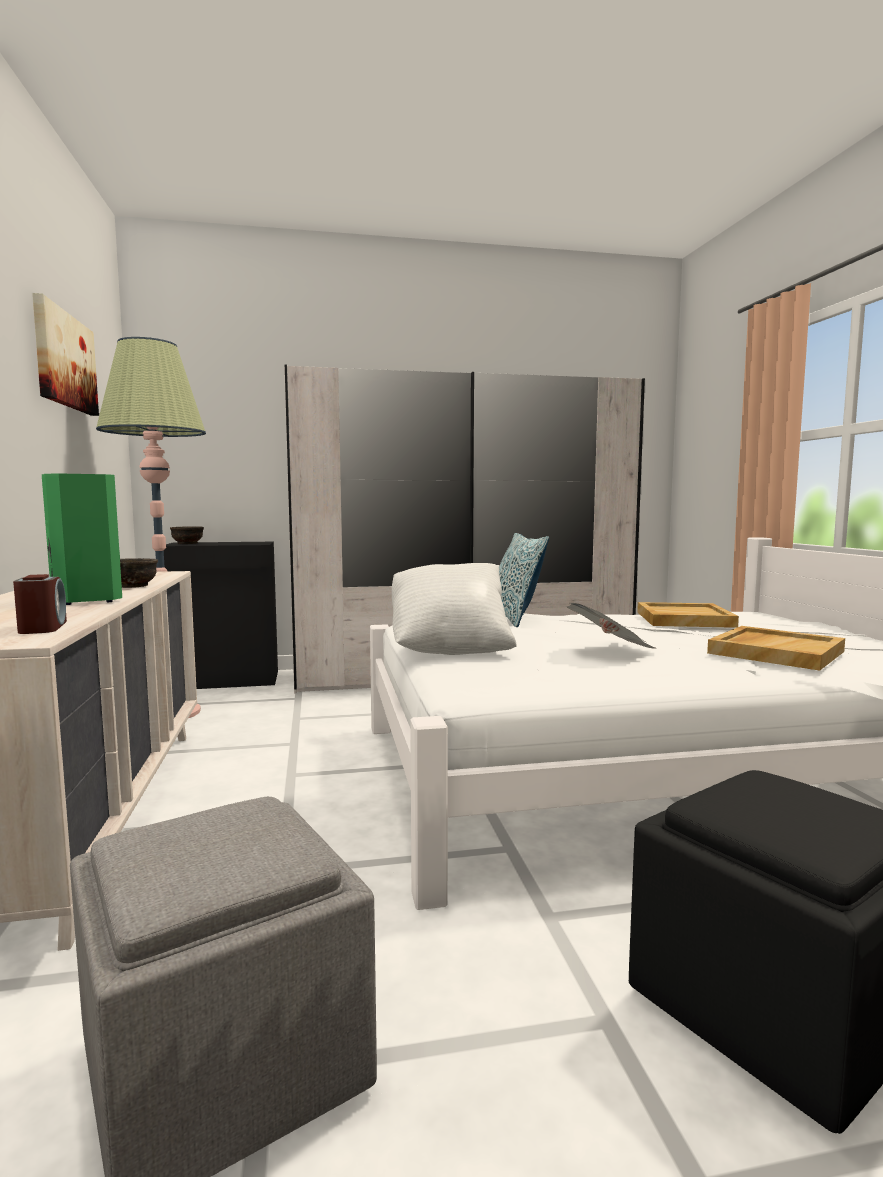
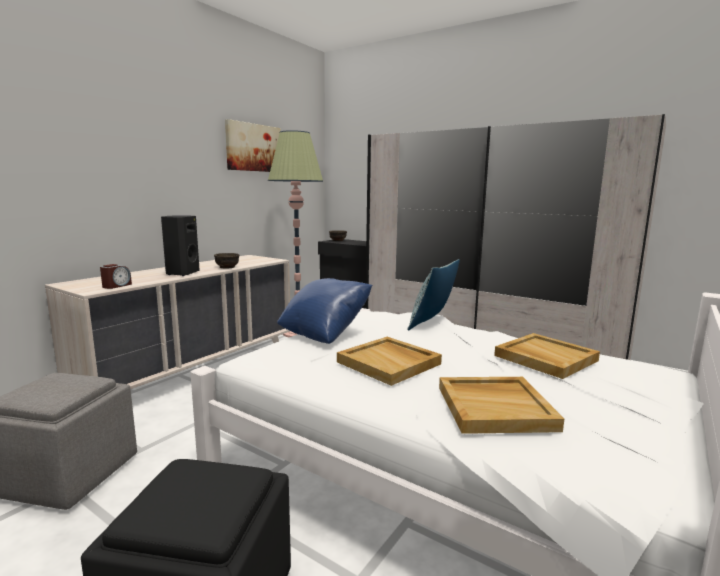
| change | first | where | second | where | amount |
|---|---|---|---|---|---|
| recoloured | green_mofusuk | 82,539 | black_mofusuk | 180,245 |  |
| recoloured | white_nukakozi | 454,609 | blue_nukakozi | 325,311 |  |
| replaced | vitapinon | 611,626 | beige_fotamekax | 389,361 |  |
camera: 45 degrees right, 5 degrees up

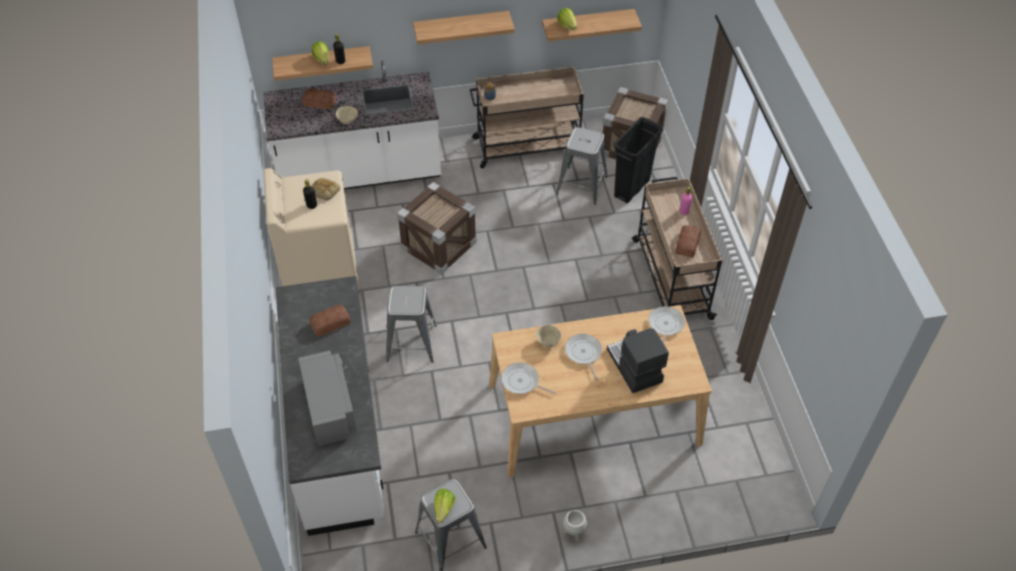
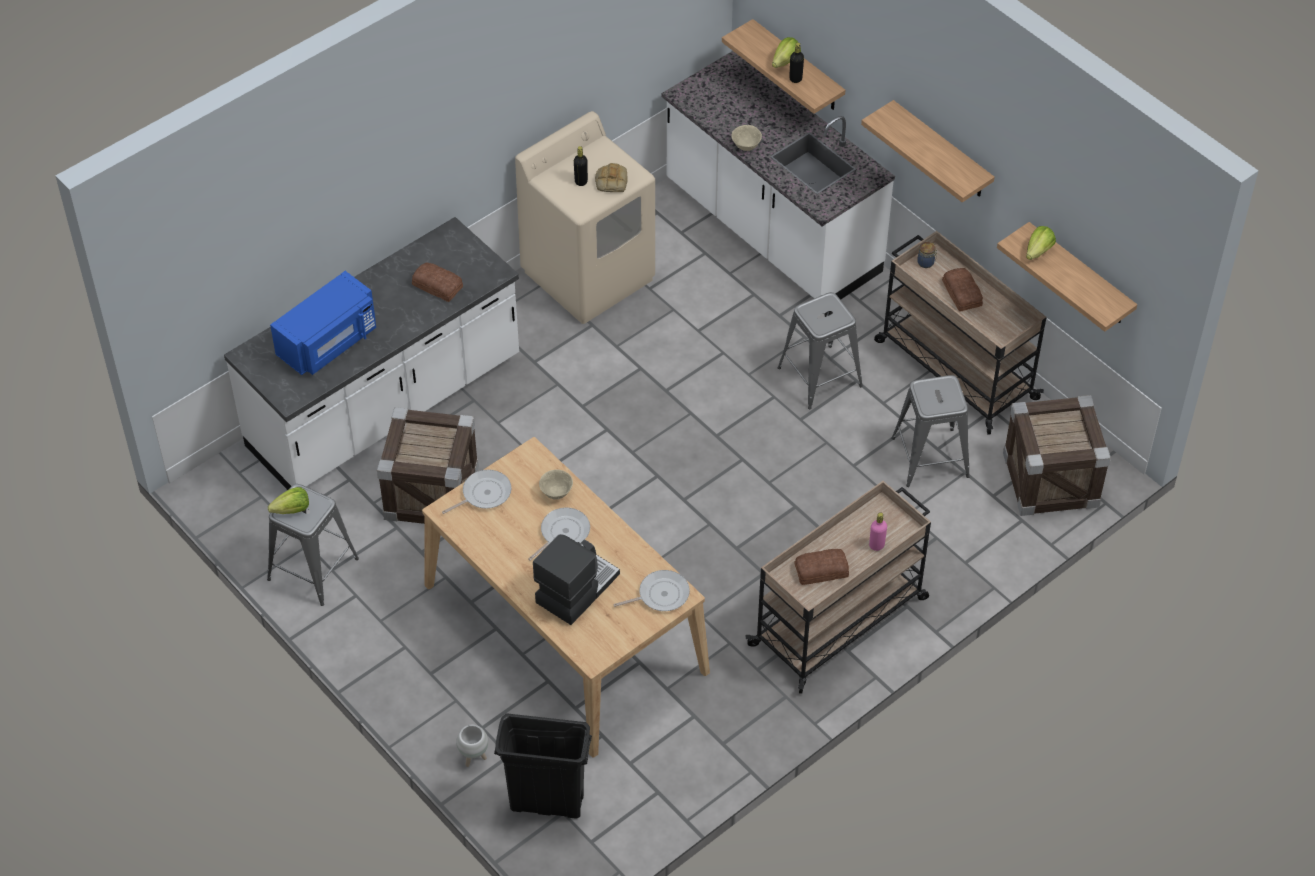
| change | first | where | second | where | amount |
|---|---|---|---|---|---|
| recoloured | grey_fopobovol | 327,398 | blue_fopobovol | 323,323 |  |
| moved | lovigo | 319,99 |  | 962,290 |  |
| moved | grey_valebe | 411,324 |  | 820,351 |  |
| moved | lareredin | 437,228 |  | 428,465 |  |
| turned | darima | 528,379 |  | 477,492 | 60 degrees clockwise |
| moved | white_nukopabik | 575,525 |  | 472,746 |  |
| moved | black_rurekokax | 638,160 |  | 543,766 |  |
camera: 60 degrees right, 0 degrees up

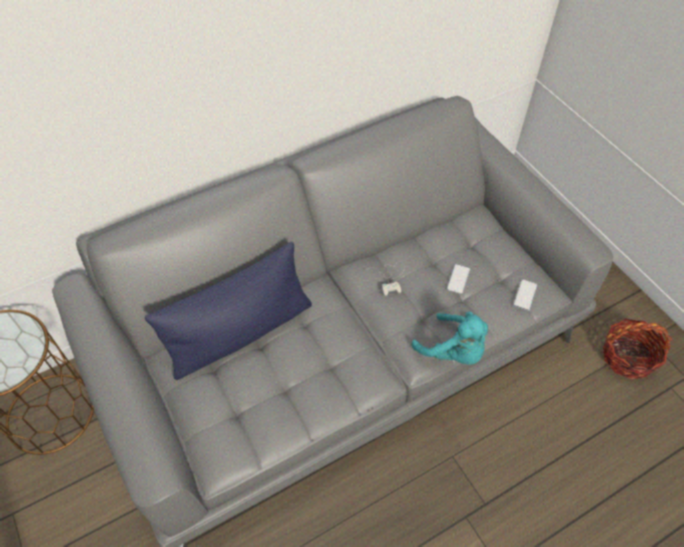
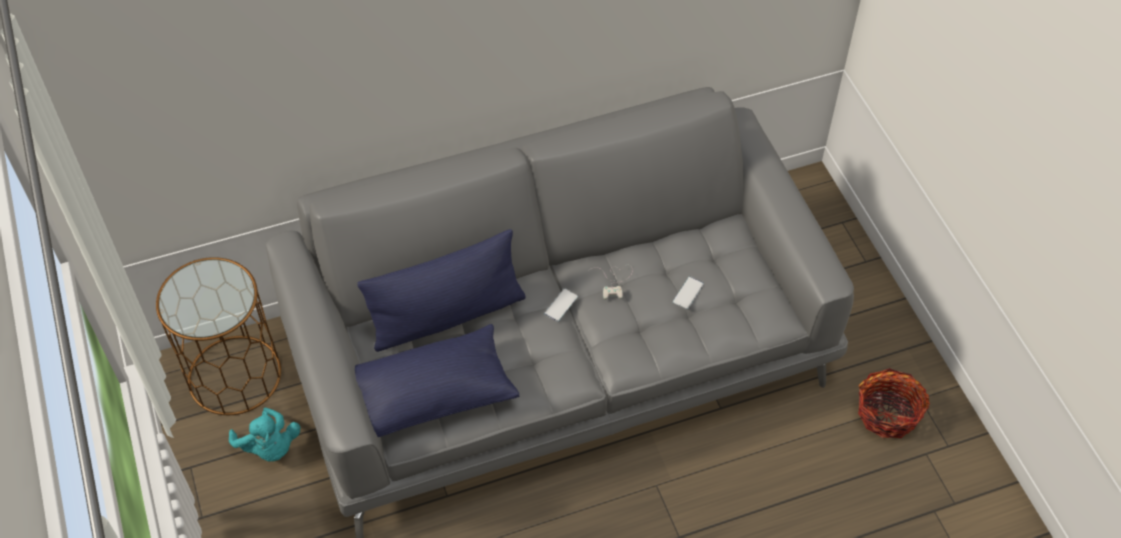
| change | first | where | second | where | amount |
|---|---|---|---|---|---|
| moved | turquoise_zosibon | 450,338 |  | 264,435 |  |
| moved | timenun | 525,295 |  | 561,305 |  |
| added |  |  | blue_nukakozi | 437,380 |  |
camera: 10 degrees right, 0 degrees up

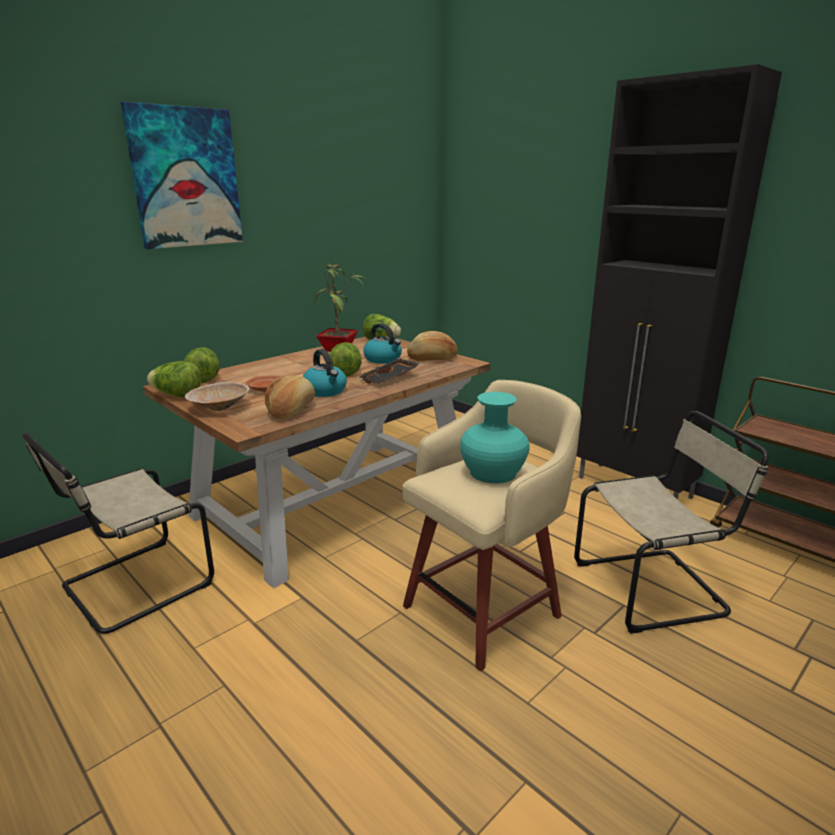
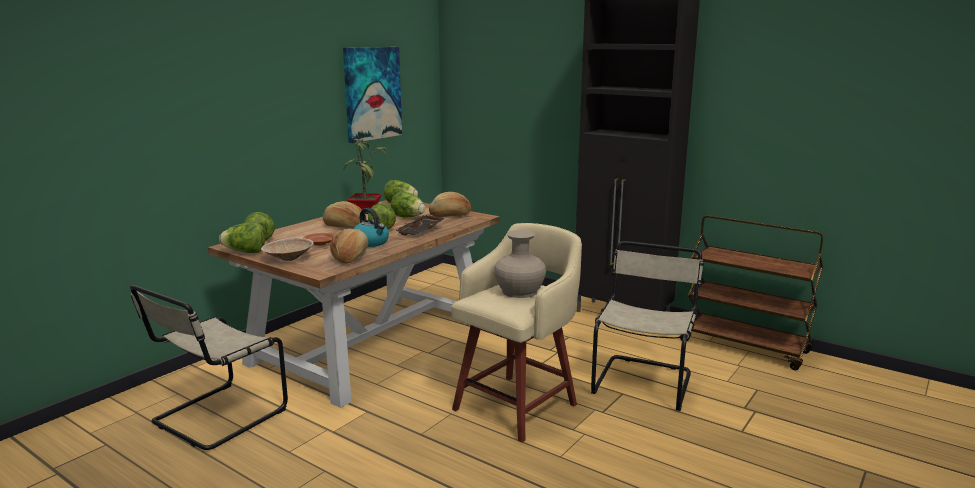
| change | first | where | second | where | amount |
|---|---|---|---|---|---|
| moved | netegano | 182,175 |  | 372,95 |  |
| replaced | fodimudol | 382,343 | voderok | 408,205 |  |
| recoloured | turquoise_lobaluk | 495,437 | beige_lobaluk | 520,264 |  |
| turned | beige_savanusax | 671,522 |  | 647,326 | 45 degrees counterclockwise |
| added |  |  | lovigo | 345,214 |  |
camera: 10 degrees left, 5 degrees down

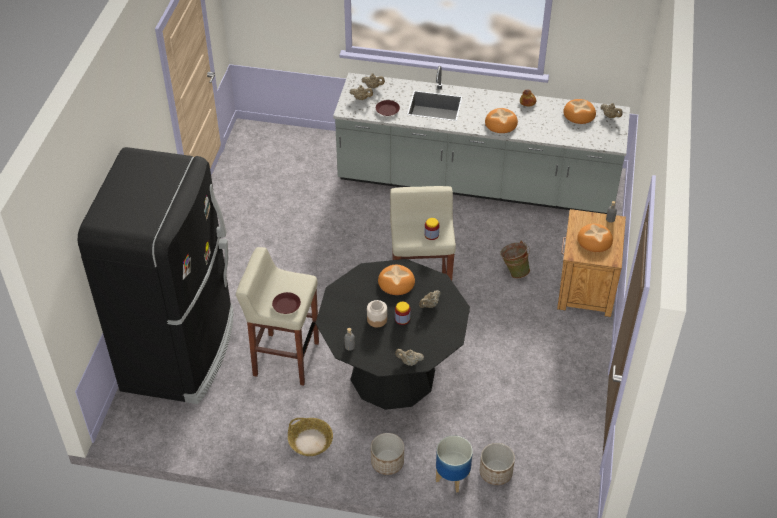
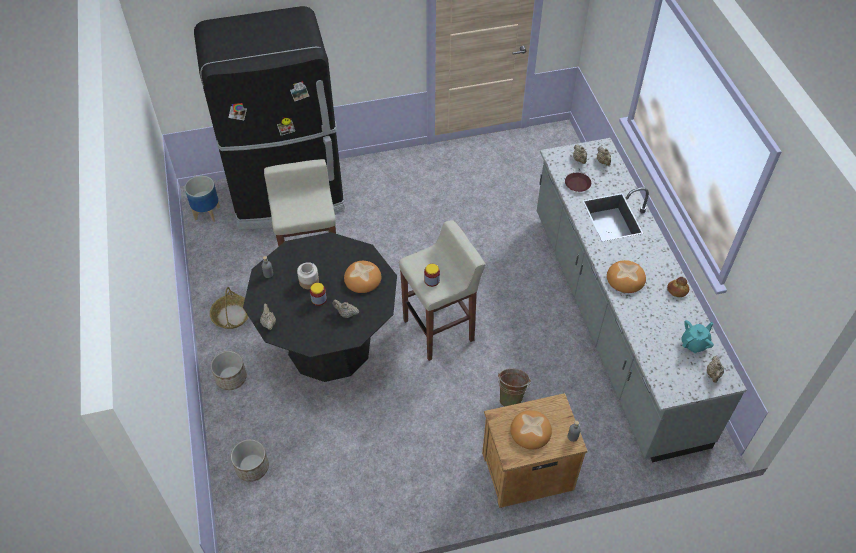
| change | first | where | second | where | amount |
|---|---|---|---|---|---|
| removed | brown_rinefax | 286,303 |  |  |  |
| moved | nukopabik | 454,464 |  | 202,199 |  |
| replaced | lovigo | 579,111 | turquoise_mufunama | 697,336 |  |
camera: 65 degrees right, 5 degrees up

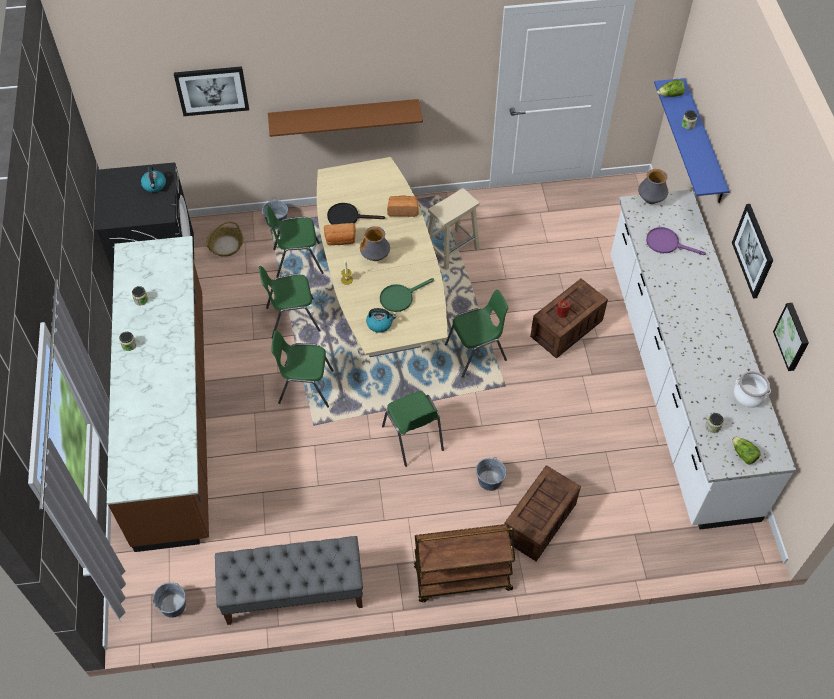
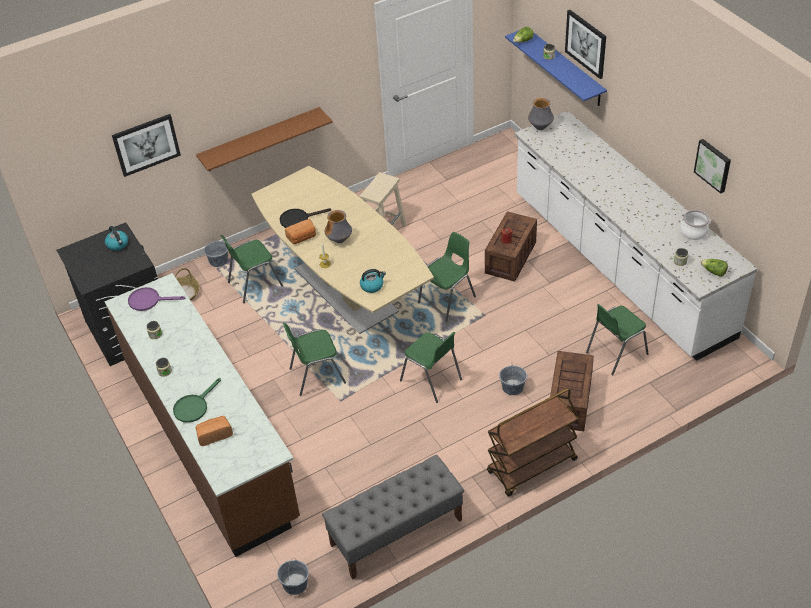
| change | first | where | second | where | amount |
|---|---|---|---|---|---|
| moved | green_savanusax | 290,302 |  | 617,339 |  |
| moved | green_darima | 407,295 |  | 197,400 |  |
| moved | lovigo | 402,206 |  | 214,431 |  |
| moved | purple_darima | 676,241 |  | 156,299 |  |
| moved | netegano | 752,251 |  | 585,44 |  |
camera: 20 degrees left, 10 degrees down

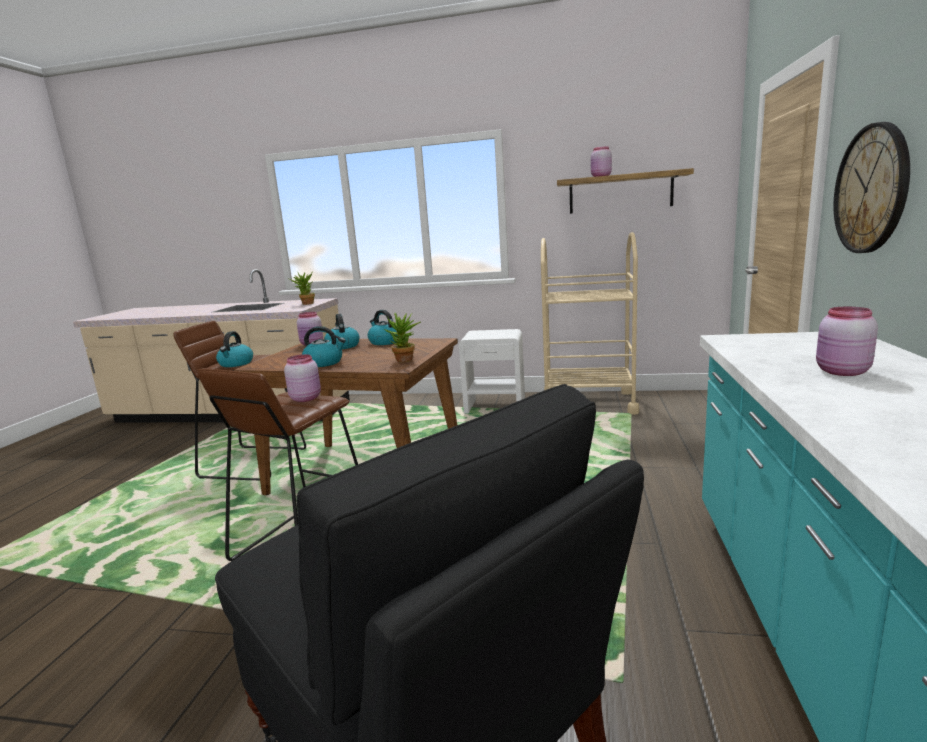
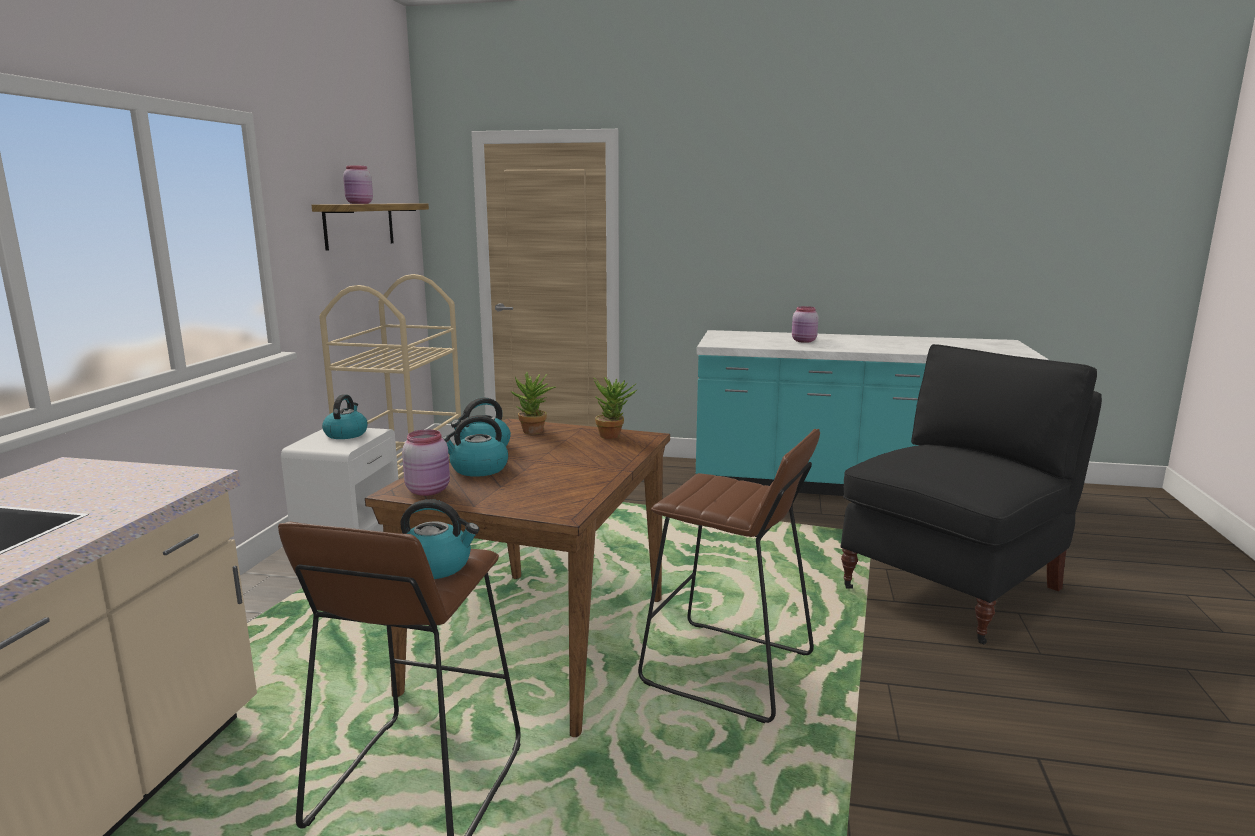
| change | first | where | second | where | amount |
|---|---|---|---|---|---|
| removed | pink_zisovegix | 302,378 |  |  |  |
| moved | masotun | 302,288 |  | 533,403 |  |
| moved | fodimudol | 324,346 |  | 345,416 |  |
| removed | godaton | 872,187 |  |  |  |
camera: 90 degrees left, 0 degrees up

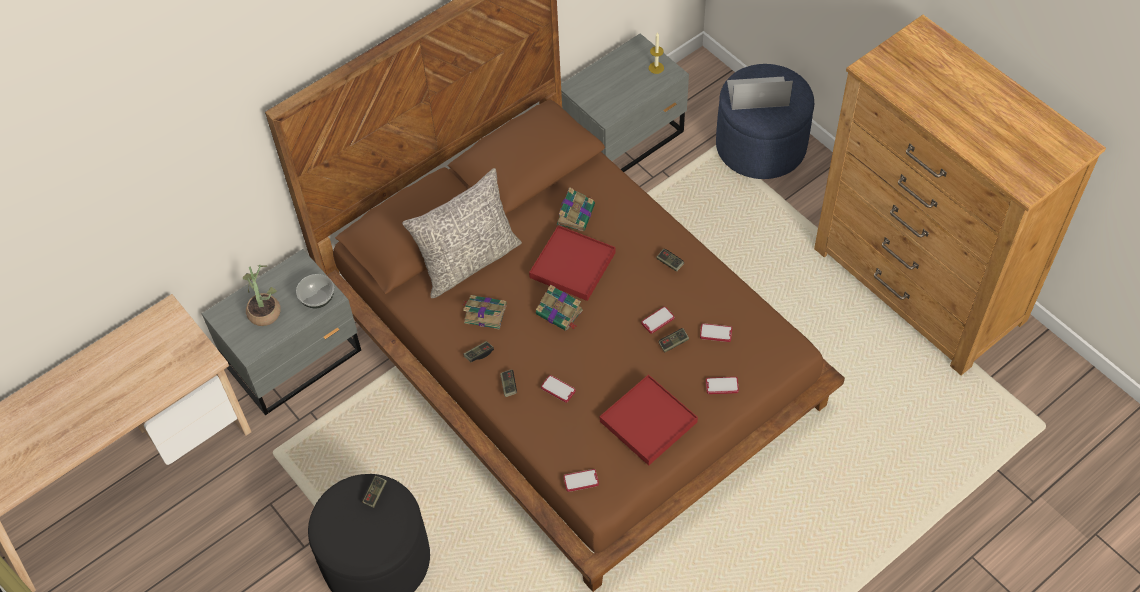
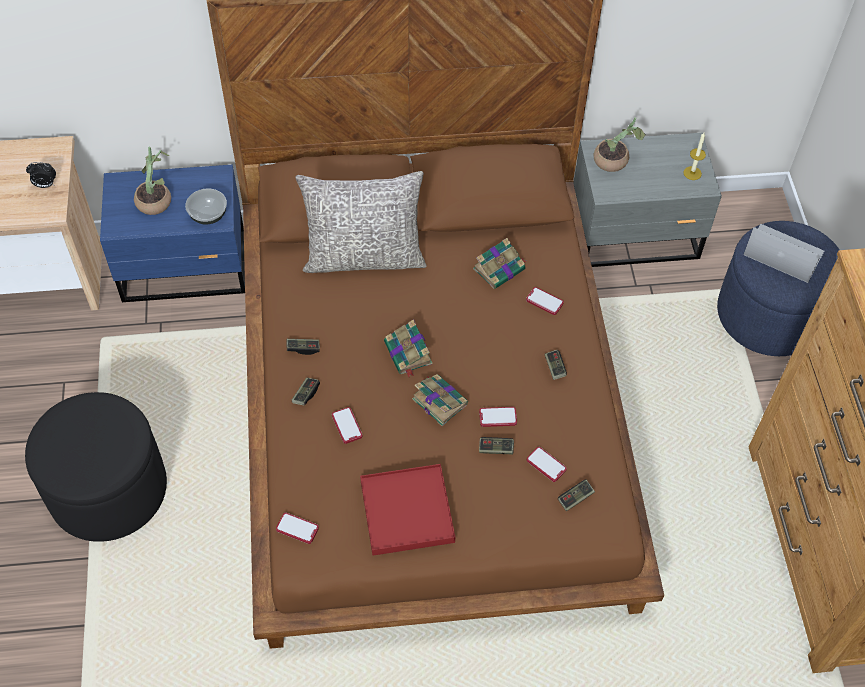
| change | first | where | second | where | amount |
|---|---|---|---|---|---|
| recoloured | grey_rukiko | 281,332 | blue_rukiko | 172,233 |  |
| moved | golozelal | 374,491 |  | 576,495 |  |
| moved | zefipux | 484,312 |  | 440,400 |  |
| removed | red_fotamekax | 572,263 |  |  |  |
| moved | timenun | 722,385 |  | 545,301 |  |
| added |  |  | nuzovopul | 41,175 |  |
| added |  |  | masotun | 619,144 |  |
camera: 30 degrees right, 0 degrees up

